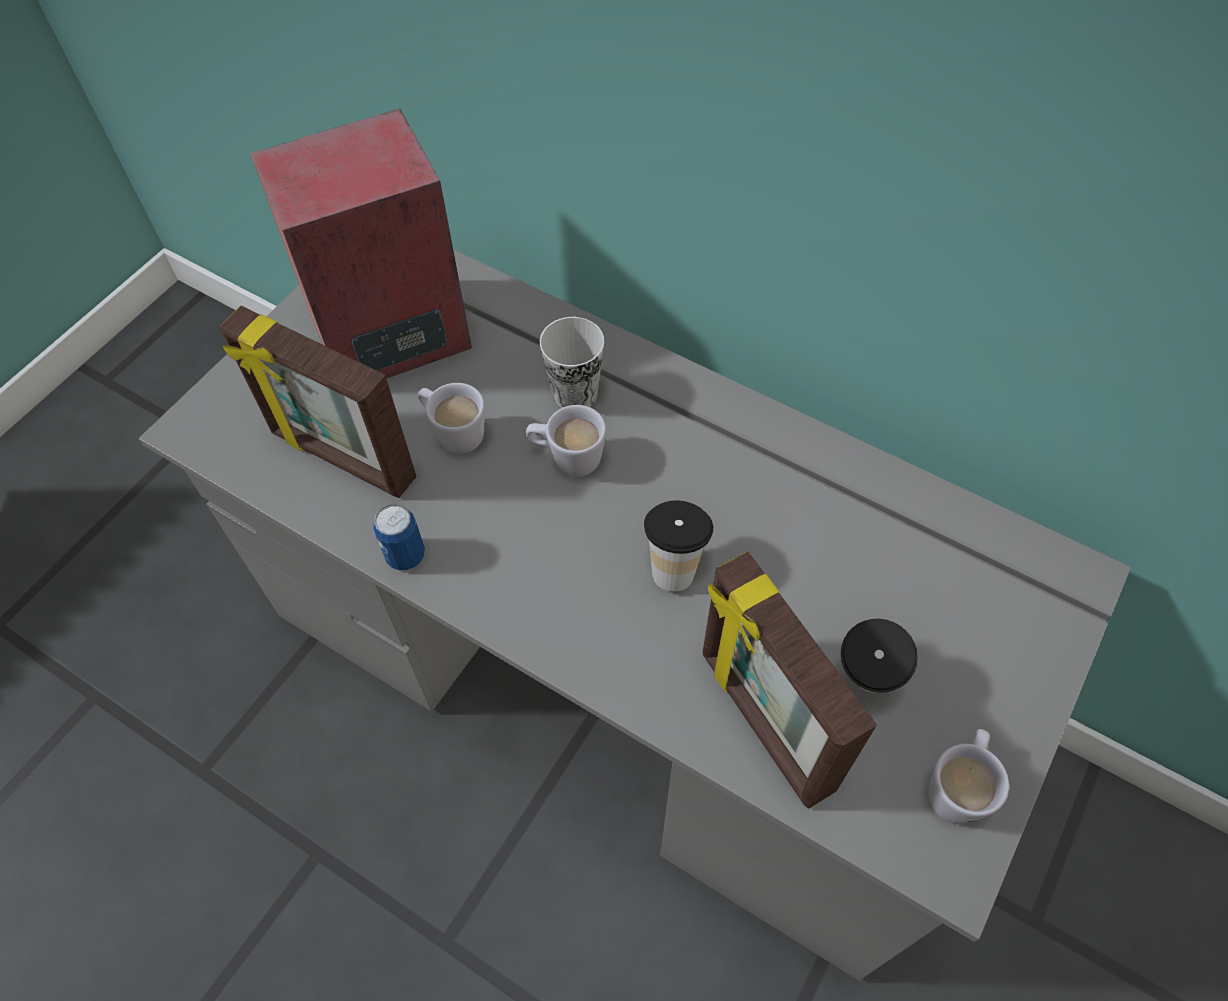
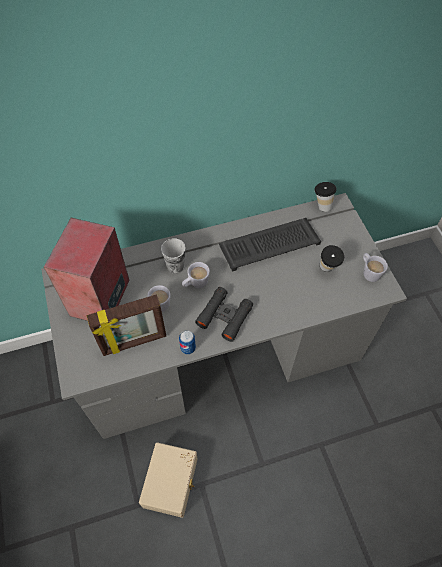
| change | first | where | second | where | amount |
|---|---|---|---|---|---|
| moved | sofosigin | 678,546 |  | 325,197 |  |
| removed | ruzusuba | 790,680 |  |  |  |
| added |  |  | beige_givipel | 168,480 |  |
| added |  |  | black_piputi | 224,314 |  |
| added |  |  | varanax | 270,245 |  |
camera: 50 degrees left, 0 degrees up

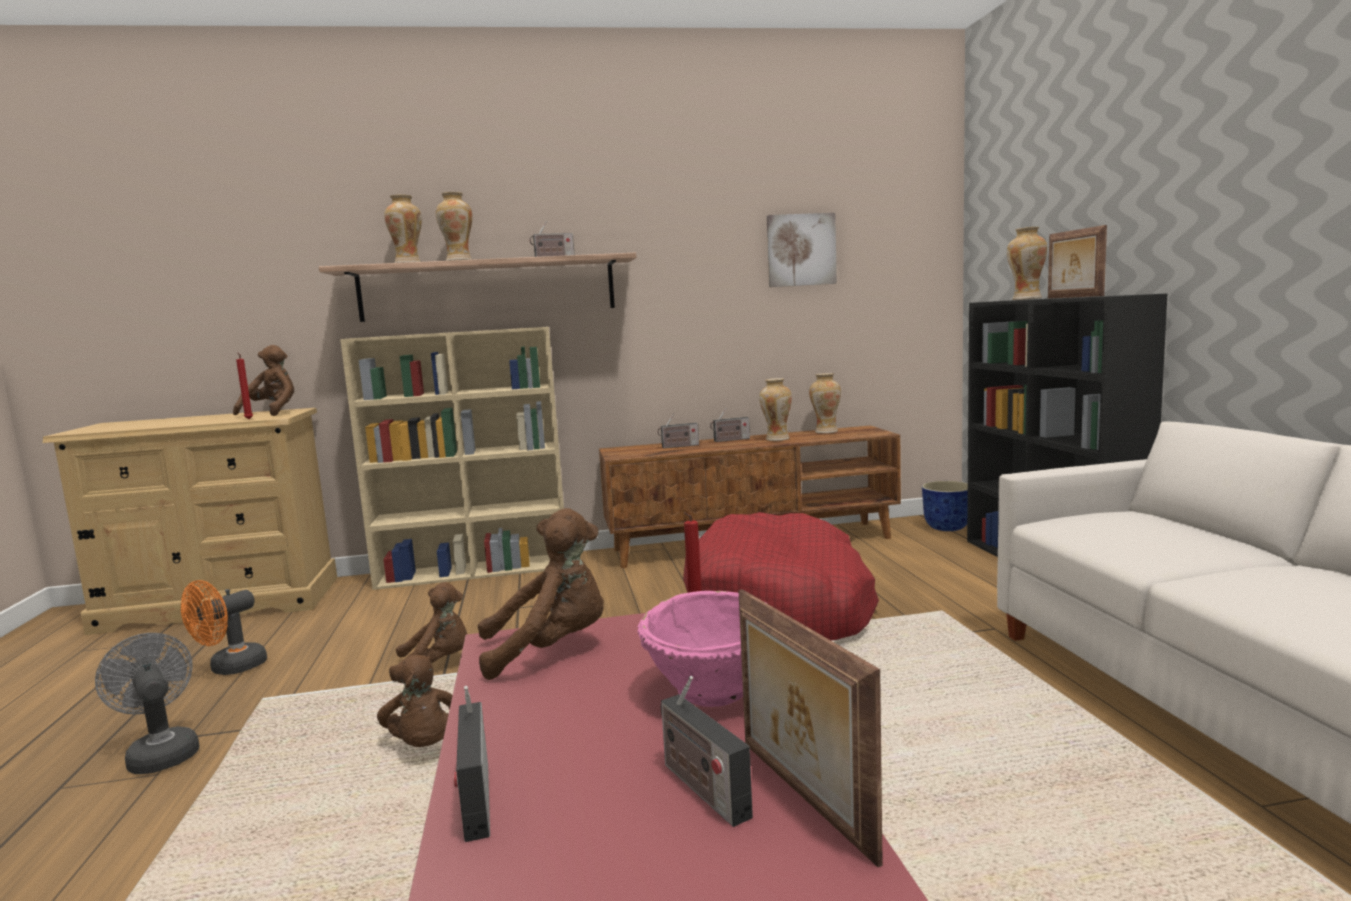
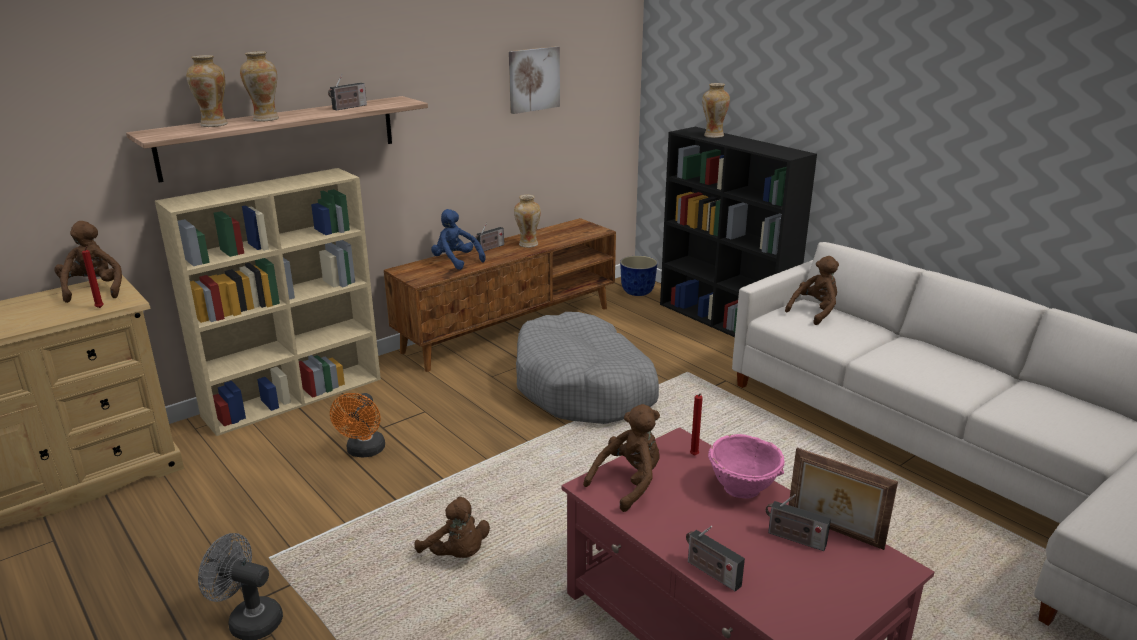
| change | first | where | second | where | amount |
|---|---|---|---|---|---|
| moved | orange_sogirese | 224,627 |  | 357,425 |  |
| moved | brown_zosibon | 428,632 |  | 812,290 |  |
| replaced | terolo | 678,430 | blue_zosibon | 458,239 |  |
| recoloured | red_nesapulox | 781,576 | grey_nesapulox | 587,368 |  |
| removed | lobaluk | 825,403 |  |  |  |
| removed | ruzusuba | 1077,262 |  |  |  |
camera: 30 degrees left, 15 degrees up

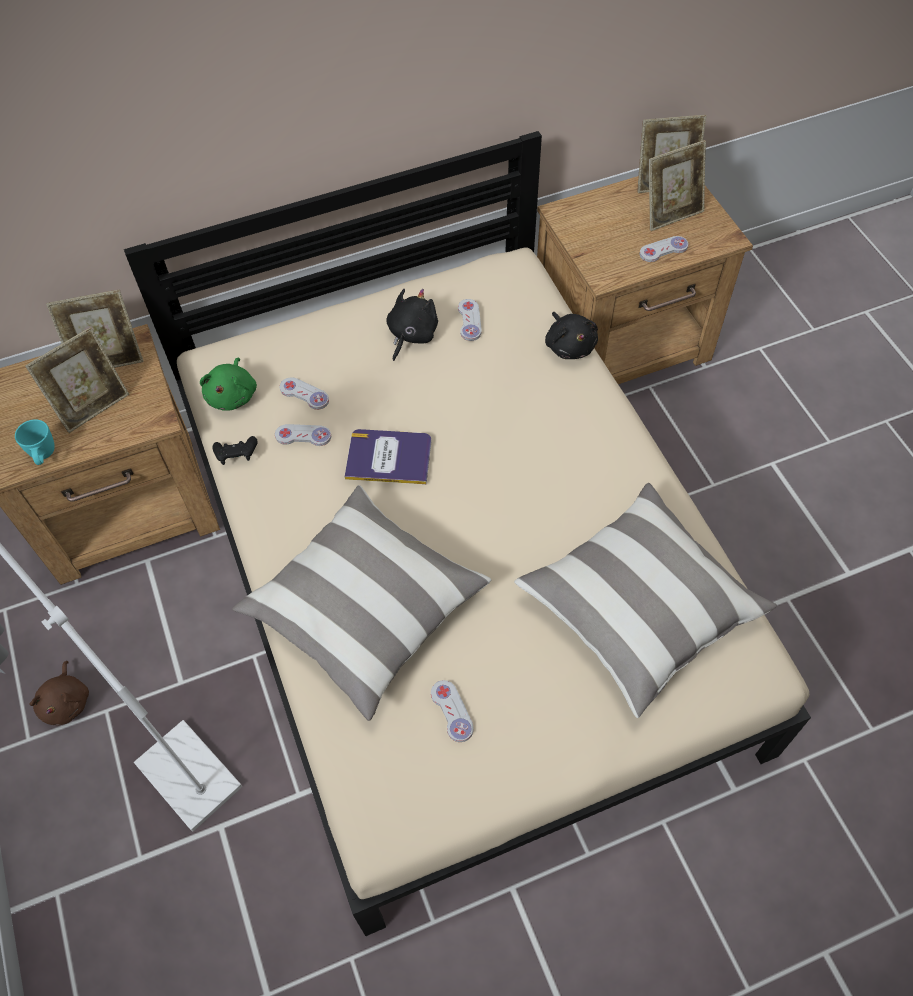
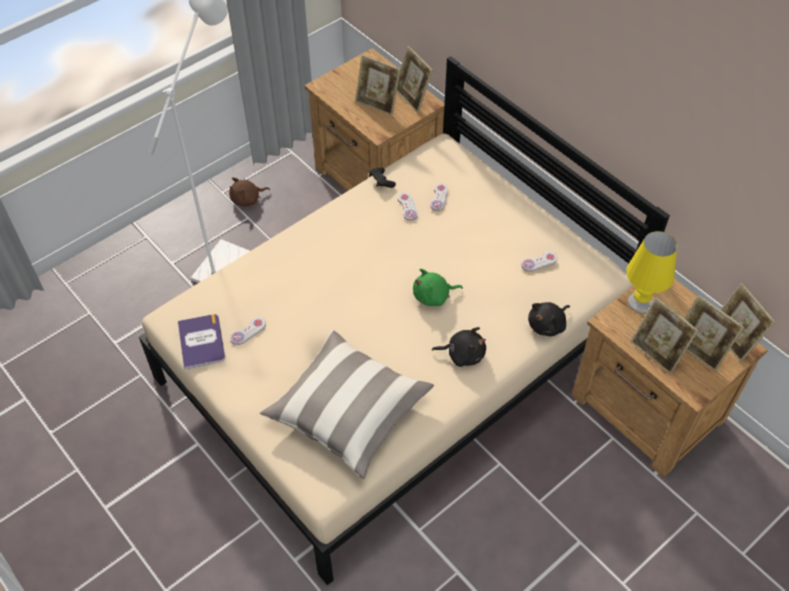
| change | first | where | second | where | amount |
|---|---|---|---|---|---|
| removed | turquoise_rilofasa | 35,442 |  |  |  |
| moved | green_zosibon | 228,384 |  | 438,287 |  |
| removed | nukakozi | 361,603 |  |  |  |
| moved | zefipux | 388,456 |  | 201,341 |  |
| moved | black_zosibon | 412,325 |  | 459,347 |  |
| replaced | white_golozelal | 664,249 | ruzusuba | 664,336 |  |
| added |  |  | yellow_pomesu | 651,272 |  |
camera: 70 degrees right, 5 degrees down

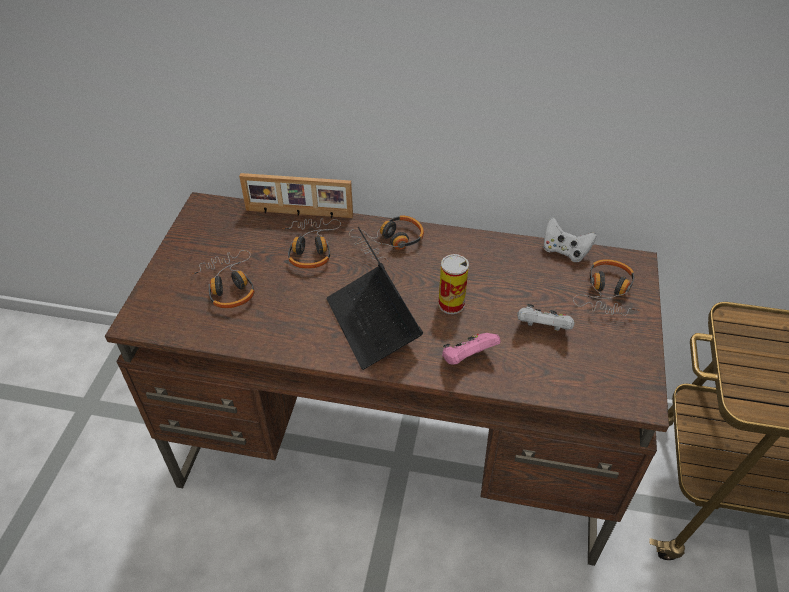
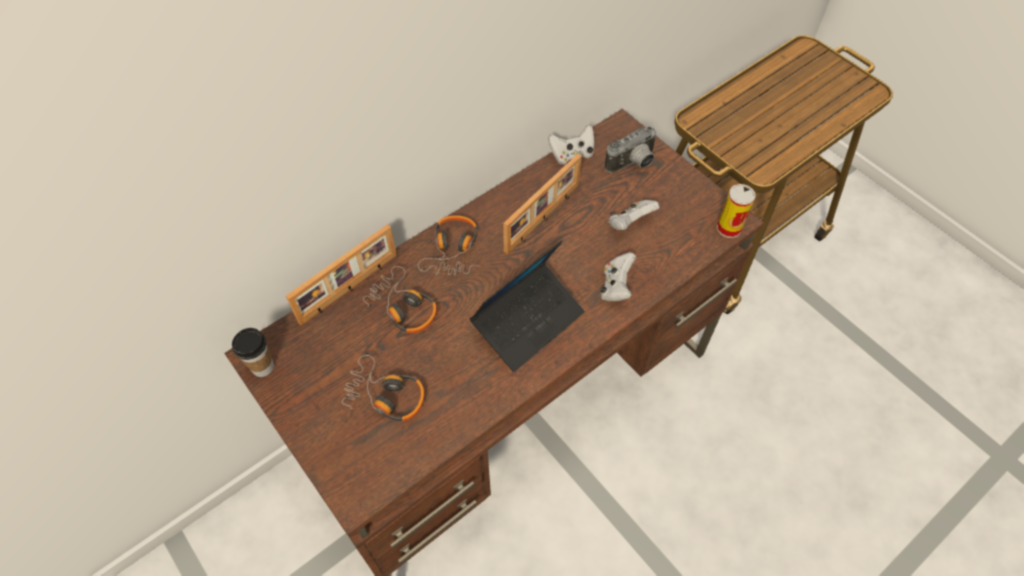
| change | first | where | second | where | amount |
|---|---|---|---|---|---|
| turned | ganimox | 374,298 |  | 527,306 | 60 degrees counterclockwise |
| moved | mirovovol | 453,284 |  | 736,211 |  |
| recoloured | pink_golozelal | 471,349 | white_golozelal | 618,276 |  |
| replaced | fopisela | 606,287 | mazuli | 631,149 |  |
| added |  |  | sofosigin | 253,352 |  |
| added |  |  | ruzusuba | 542,204 |  |
camera: 50 degrees left, 10 degrees up

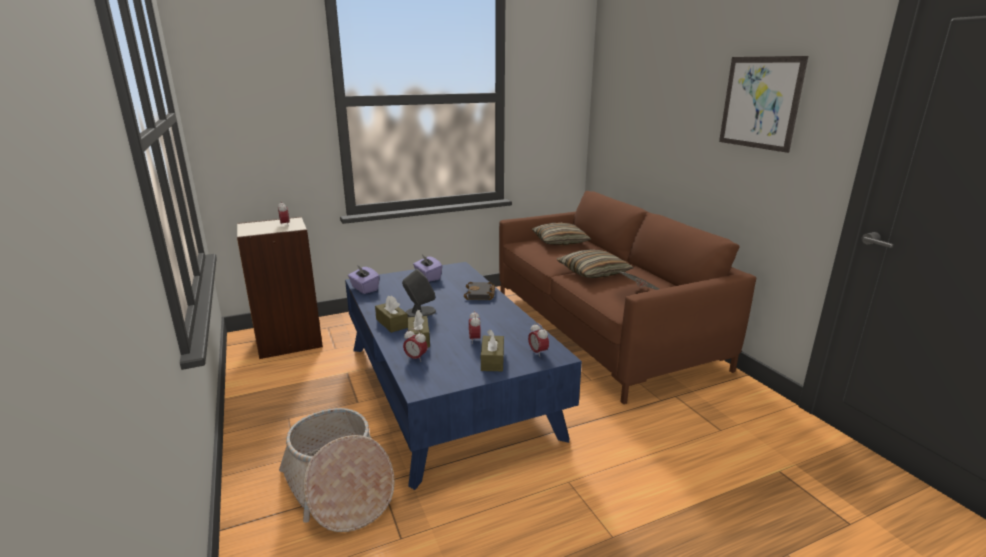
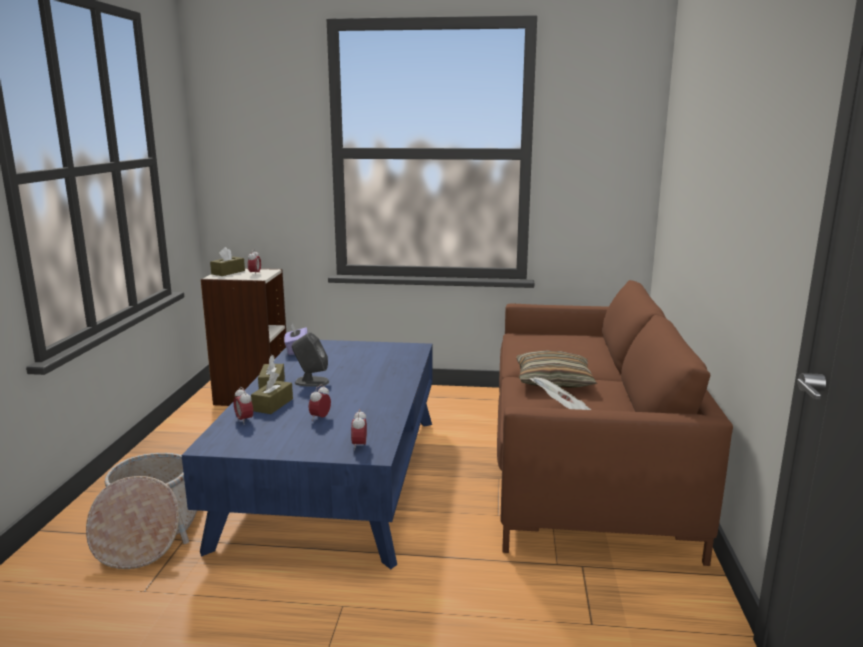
| change | first | where | second | where | amount |
|---|---|---|---|---|---|
| removed | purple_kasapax | 427,268 |  |  |  |
| removed | black_zefipux | 479,291 |  |  |  |
| moved | brown_kasapax | 492,350 |  | 227,261 |  |
| removed | nukakozi | 561,234 |  |  |  |
| removed | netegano | 763,104 |  |  |  |
camera: 30 degrees right, 5 degrees down

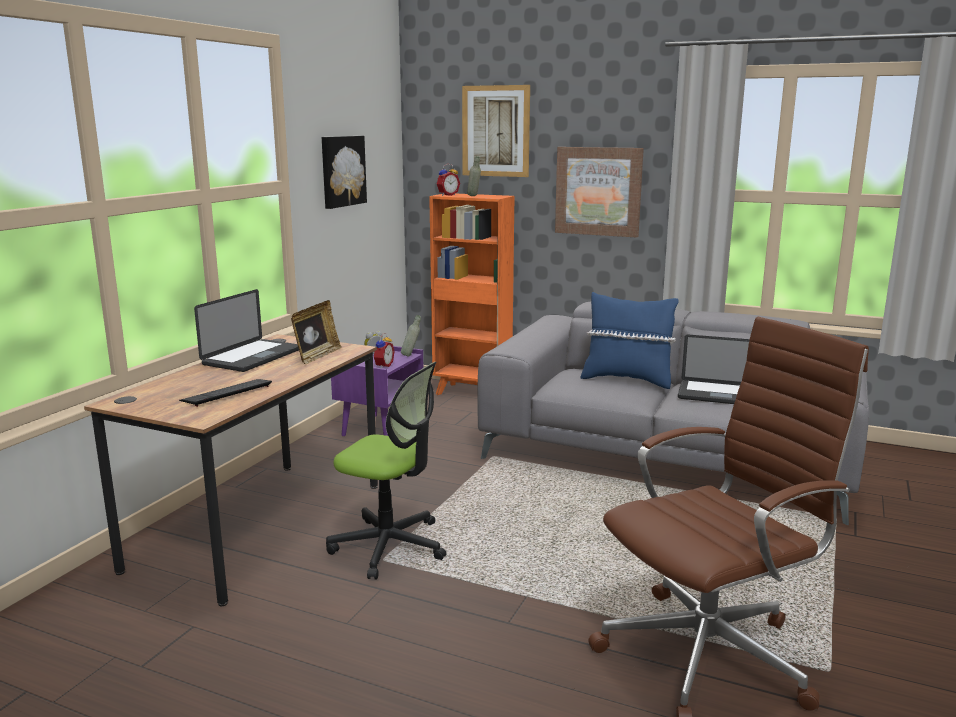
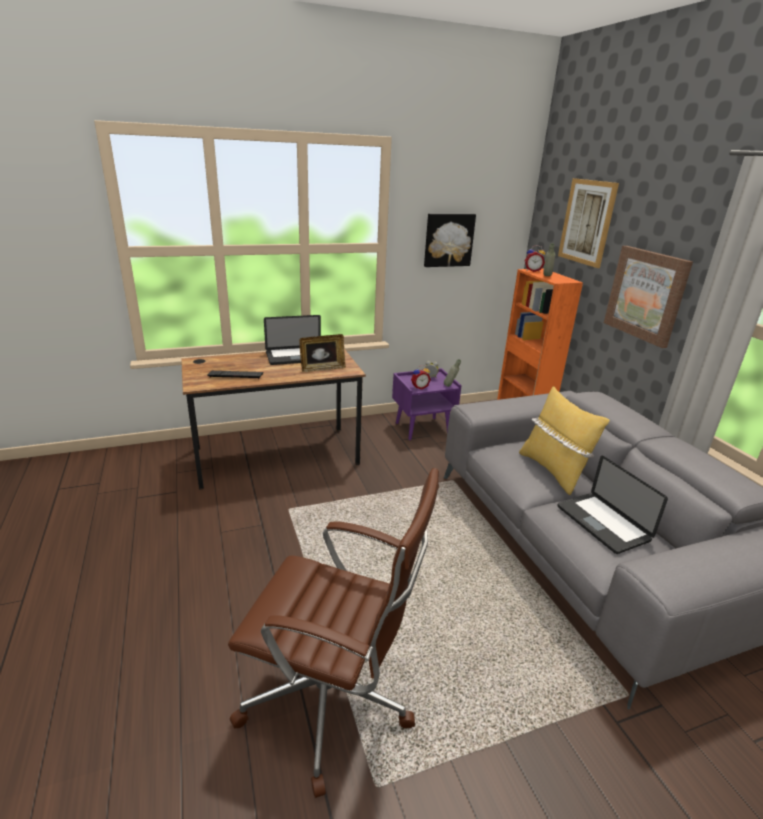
| change | first | where | second | where | amount |
|---|---|---|---|---|---|
| removed | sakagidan | 386,471 |  |  |  |
| recoloured | blue_nukakozi | 629,340 | yellow_nukakozi | 564,440 |  |
camera: 45 degrees right, 10 degrees up

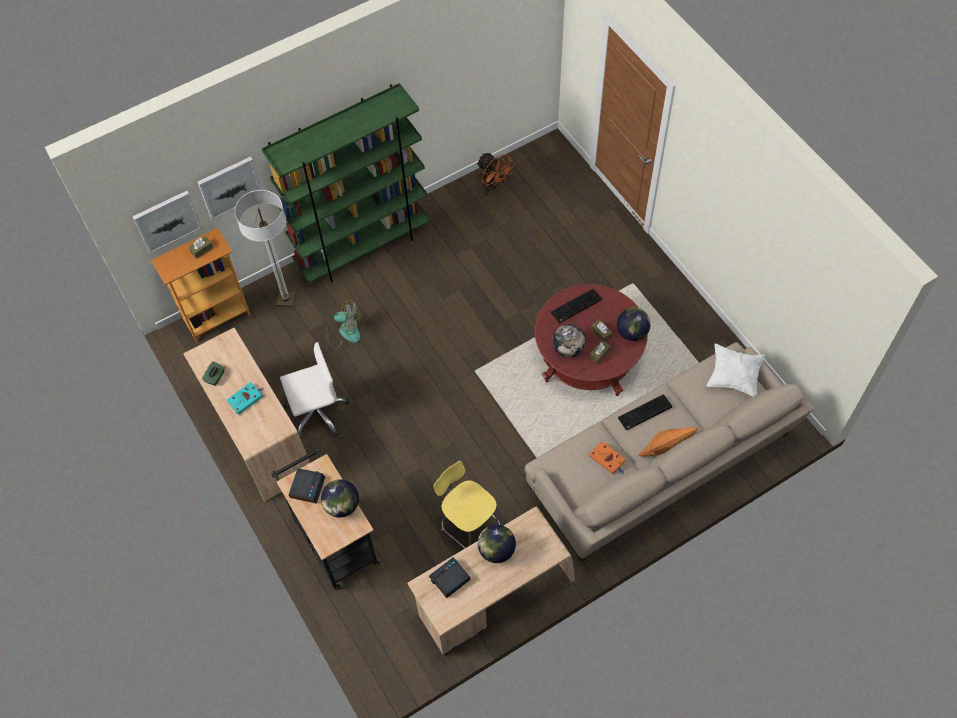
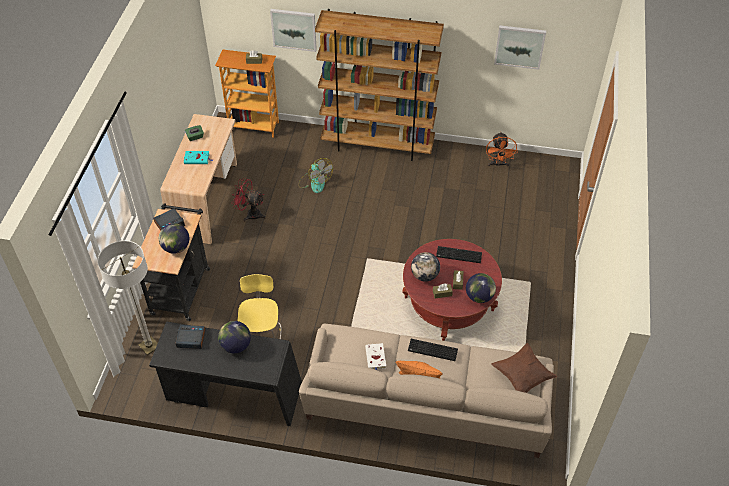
| change | first | where | second | where | amount |
|---|---|---|---|---|---|
| moved | netegano | 167,222 |  | 520,47 |  |
| moved | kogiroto | 265,248 |  | 127,298 |  |
| recoloured | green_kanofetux | 346,183 | brown_kanofetux | 379,85 |  |
| replaced | white_sakagidan | 314,390 | red_sogirese | 248,199 |  |
| recoloured | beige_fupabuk | 491,580 | black_fupabuk | 225,373 |  |
| recoloured | orange_zefipux | 607,457 | white_zefipux | 375,356 |  |
| recoloured | white_nukakozi | 736,370 | brown_nukakozi | 524,368 |  |
camera: 40 degrees right, 10 degrees down

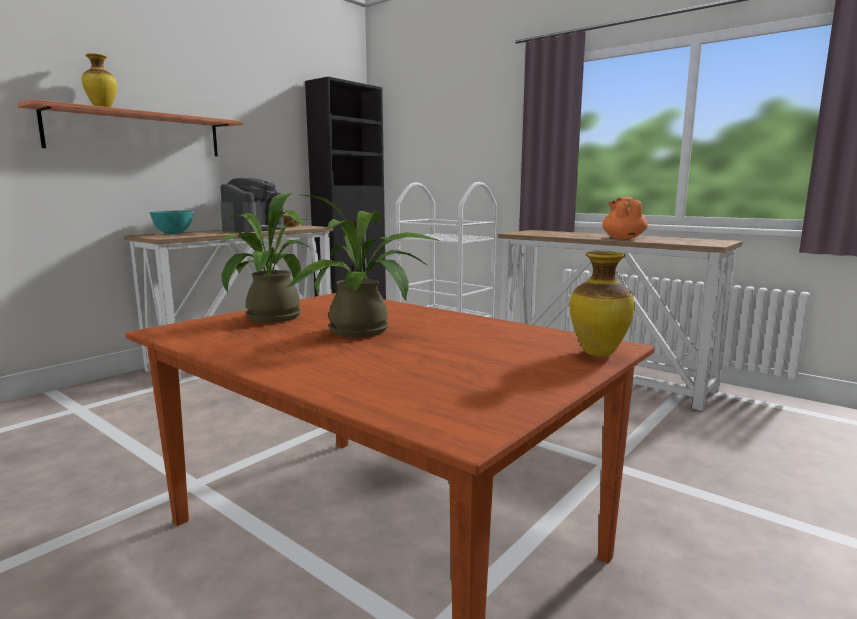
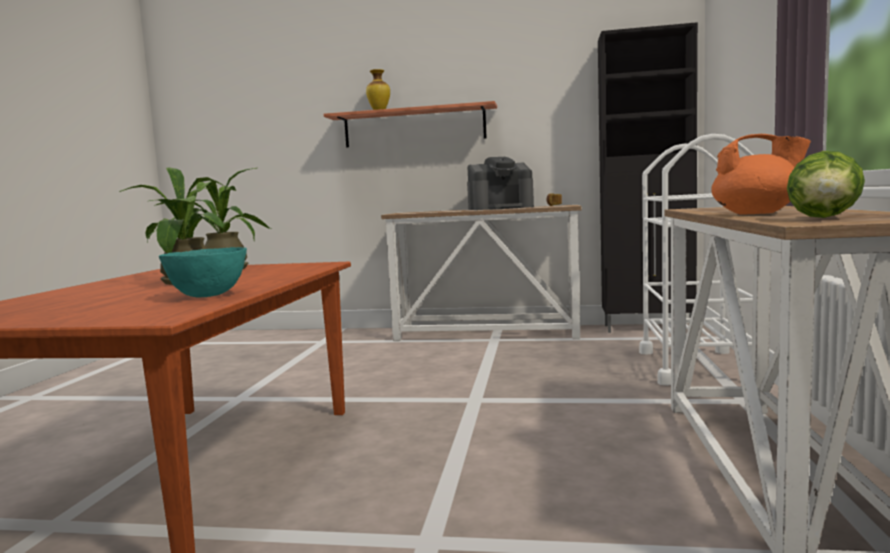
| change | first | where | second | where | amount |
|---|---|---|---|---|---|
| moved | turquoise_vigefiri | 172,222 |  | 203,272 |  |
| removed | lobaluk | 602,303 |  |  |  |
| turned | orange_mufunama | 625,218 |  | 761,174 | 45 degrees clockwise |
| added |  |  | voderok | 826,184 |  |
camera: 60 degrees right, 5 degrees down

